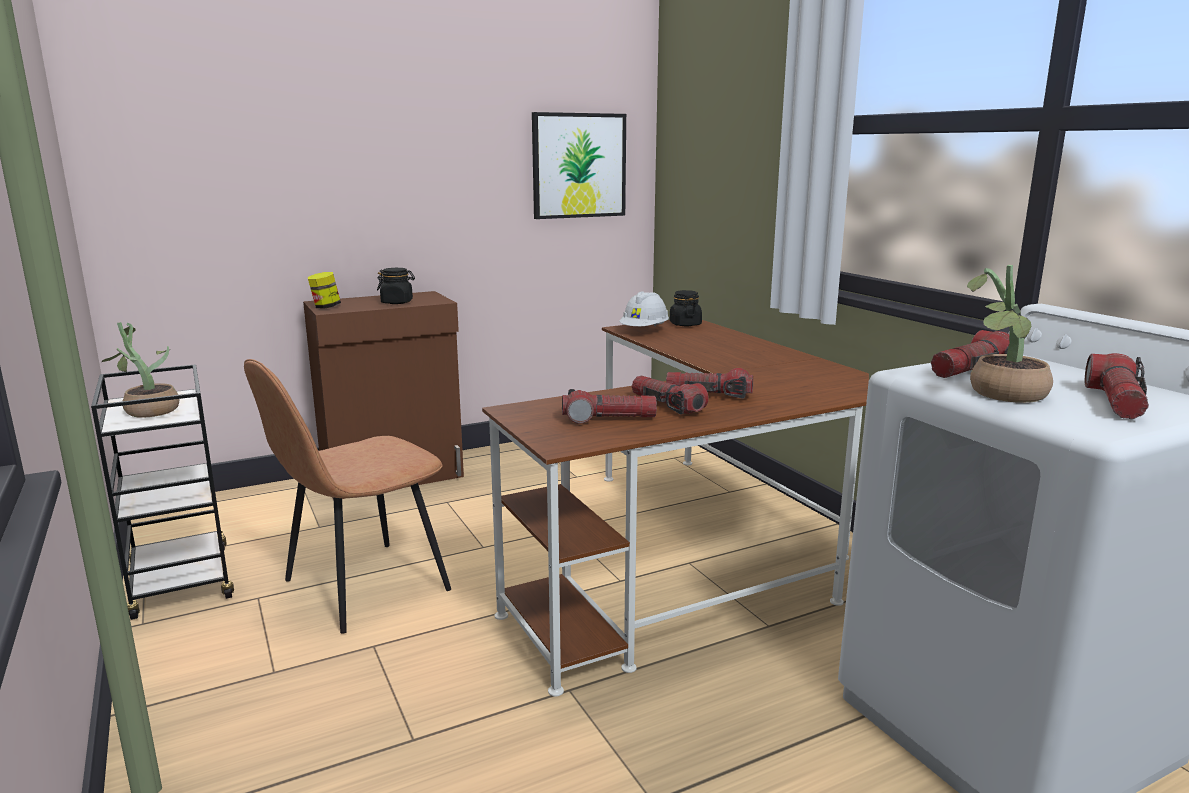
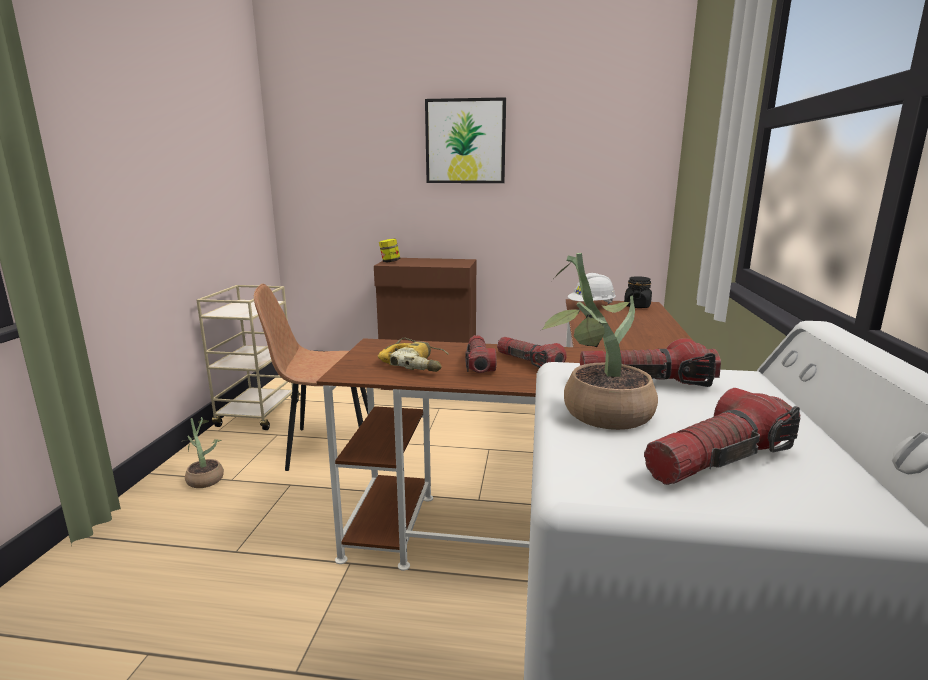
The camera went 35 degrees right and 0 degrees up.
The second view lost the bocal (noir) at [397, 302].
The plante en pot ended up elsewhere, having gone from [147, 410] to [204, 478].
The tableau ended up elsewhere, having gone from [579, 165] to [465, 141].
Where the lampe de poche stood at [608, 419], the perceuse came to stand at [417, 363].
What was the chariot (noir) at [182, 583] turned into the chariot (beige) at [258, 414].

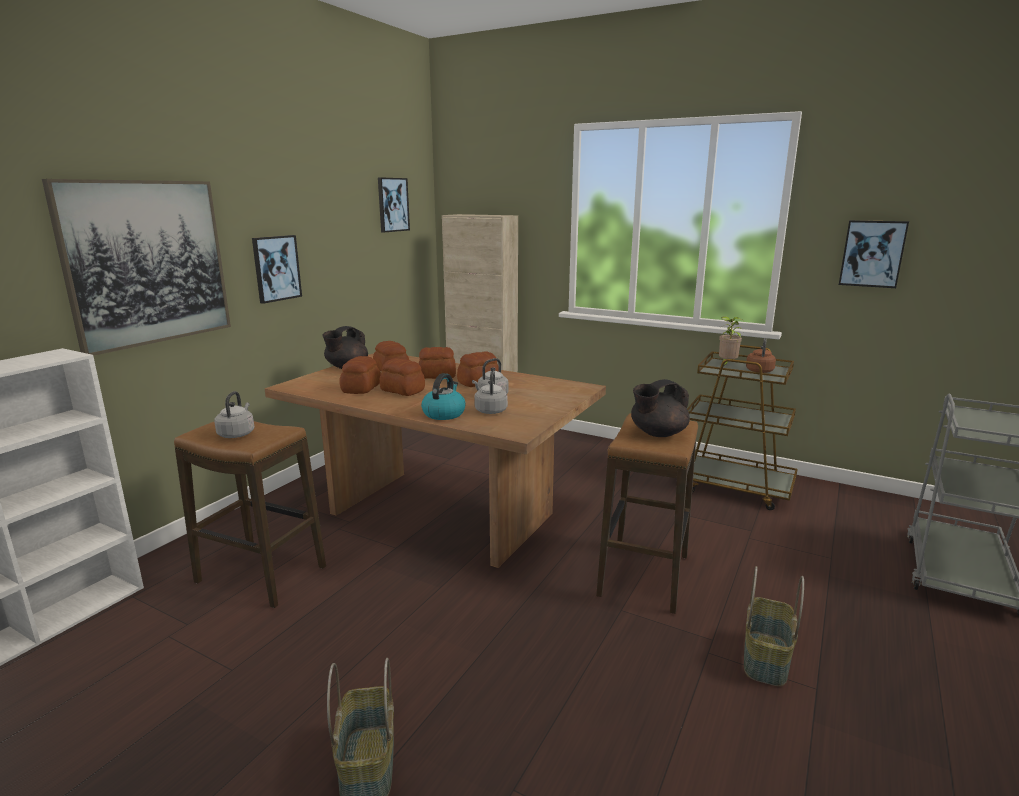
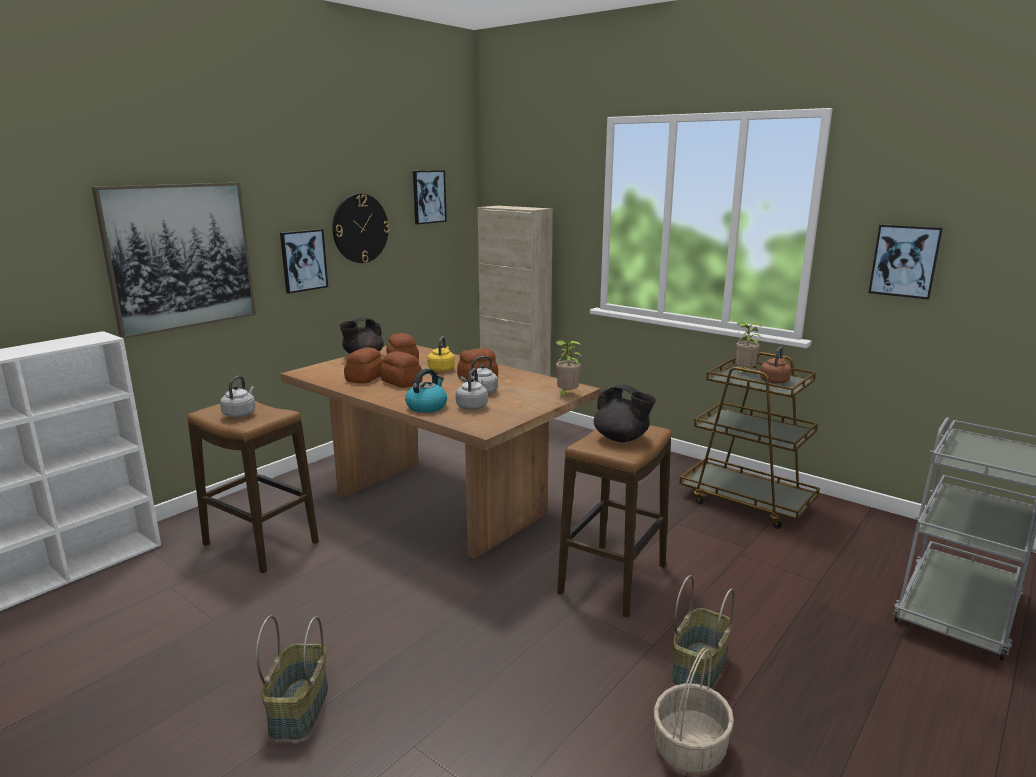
The camera went 10 degrees right and 0 degrees up.
The second view gained the horloge murale at [360, 228].
The second view gained the plante en pot at [566, 395].
The second view gained the panier at [689, 746].
Where the pain stood at [436, 375], the bouilloire (jaune) came to stand at [442, 369].
The théière (noir) at [657, 433] ended up facing another way, 120 degrees counterclockwise from before.

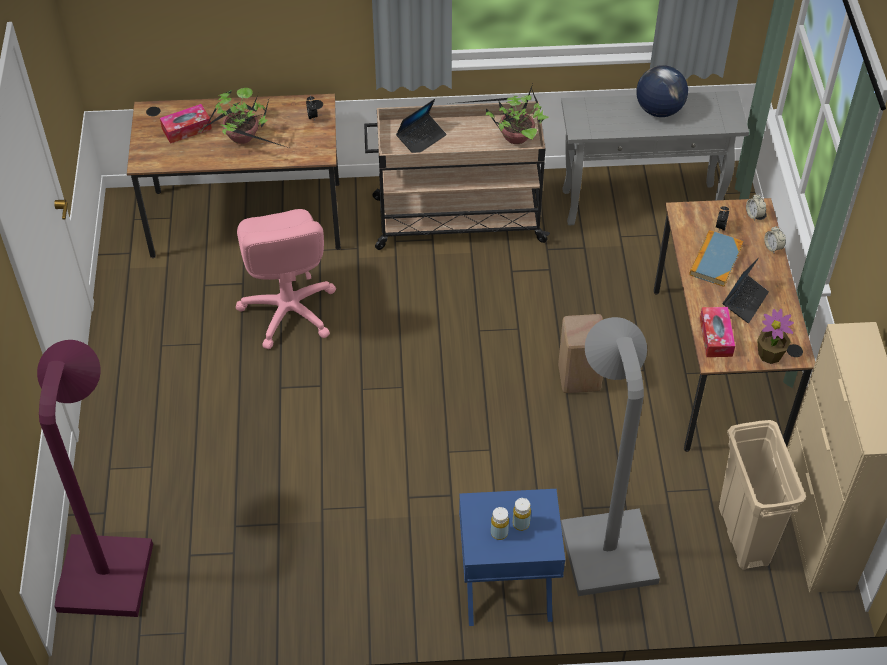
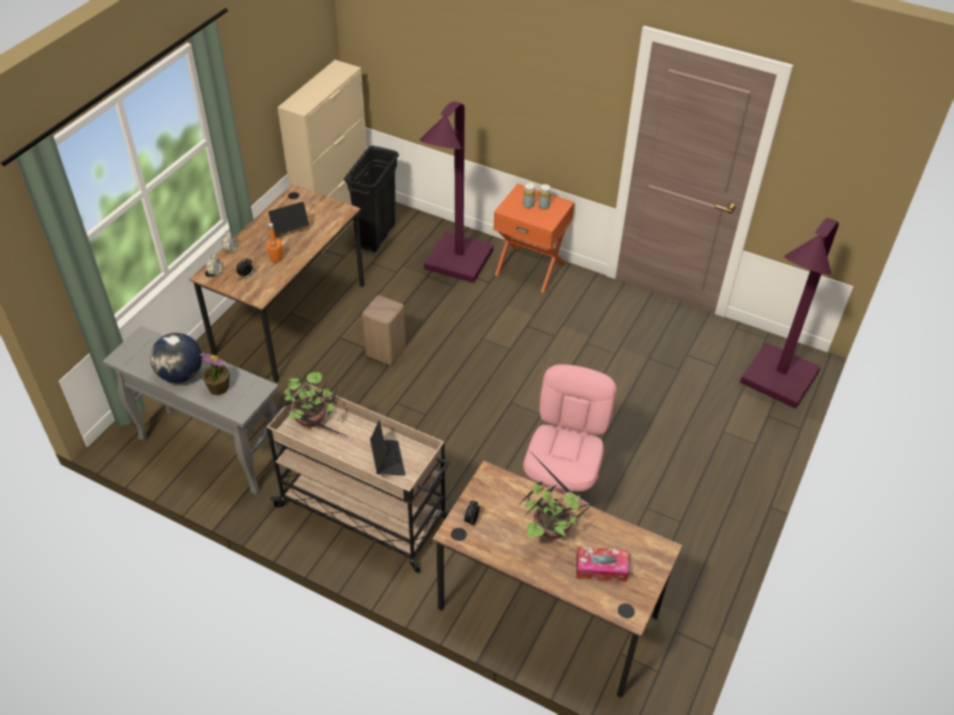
The camera went 150 degrees left and 5 degrees down.
The second view lost the boîte à mouchoirs at [716, 337].
The plante en pot ended up elsewhere, having gone from [770, 354] to [218, 388].
Where the livre stood at [715, 260], the bouteille (orange) came to stand at [276, 258].
What was the table de chevet (bleu) at [507, 590] turned into the table de chevet (orange) at [530, 268].
What was the lampadaire (gris) at [604, 540] turned into the lampadaire (violet) at [454, 266].
What was the poubelle (beige) at [744, 536] turned into the poubelle (noir) at [376, 236].
The ordinateur portable at [421, 138] ended up facing another way, 90 degrees clockwise from before.

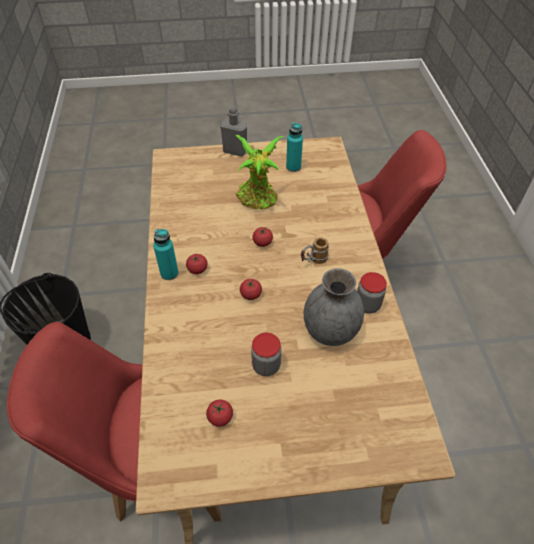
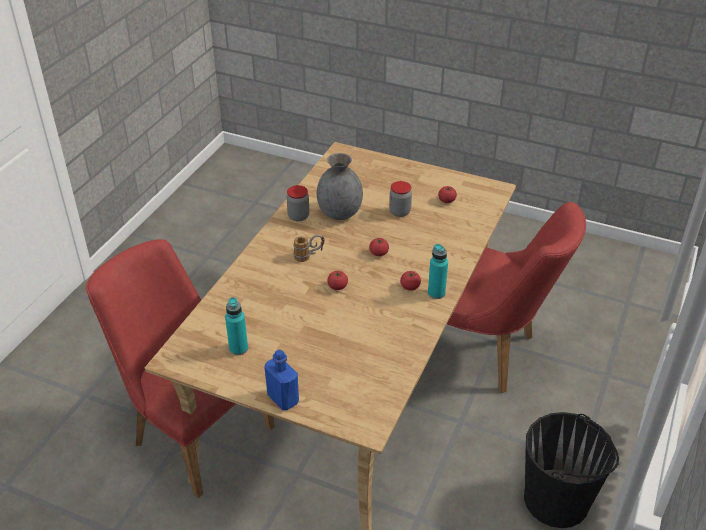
The camera went 150 degrees left and 10 degrees down.
The second view lost the plante en pot at [258, 199].
What was the bouteille (gris) at [235, 151] turned into the bouteille (bleu) at [283, 399].

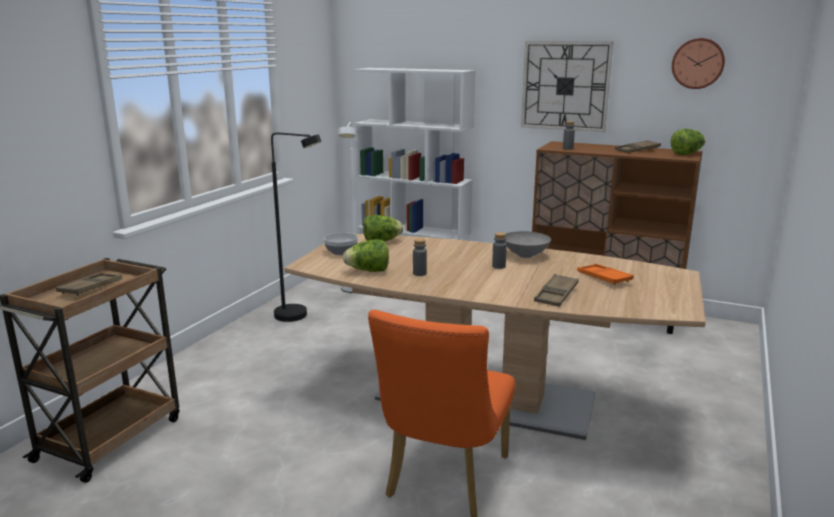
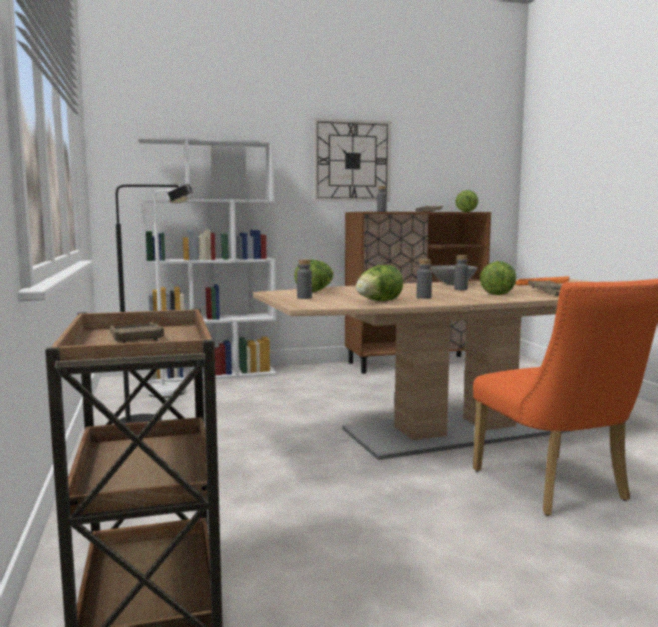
The camera went 40 degrees left and 10 degrees down.
The second view lost the horloge murale at [698, 63].
The second view gained the laitue at [498, 293].
Where the bol stood at [340, 252], the bouteille (gris) came to stand at [304, 298].

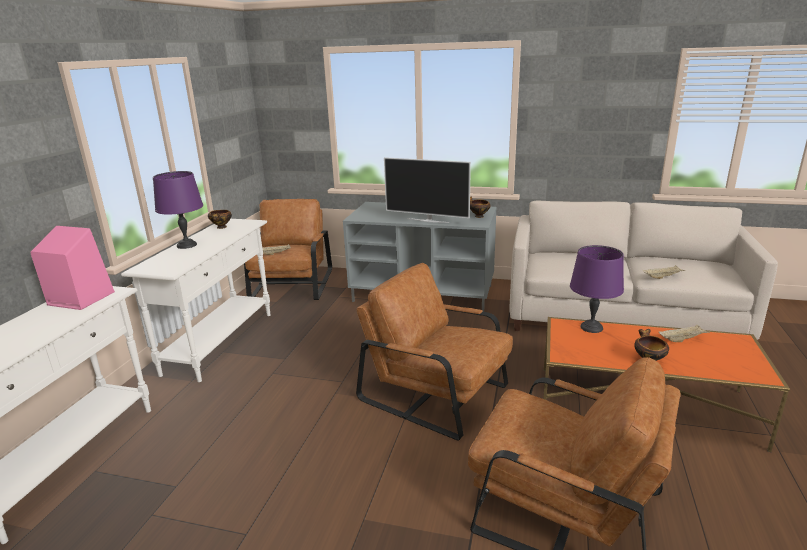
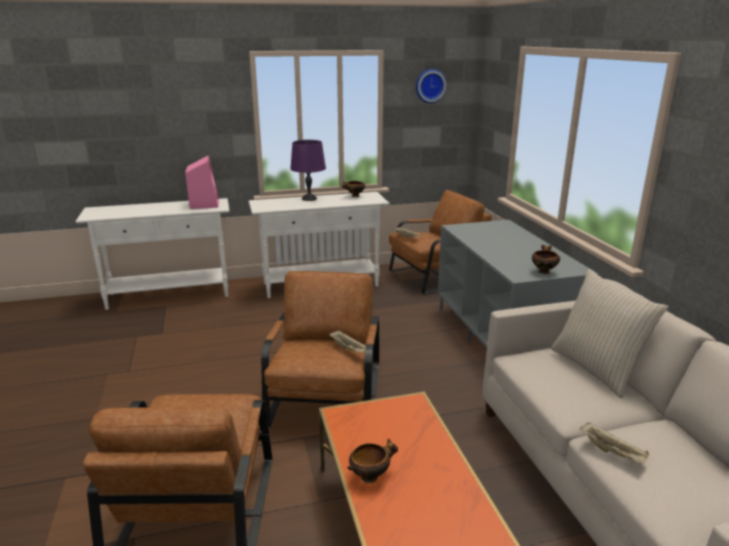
The camera went 60 degrees right and 0 degrees up.
The second view lost the téléviseur at [428, 220].
The second view lost the lampe de table (violet) at [592, 328].
The second view gained the horloge murale at [430, 86].
The second view gained the coussin (beige) at [596, 369].
The plateau (beige) ended up elsewhere, having gone from [682, 339] to [348, 349].

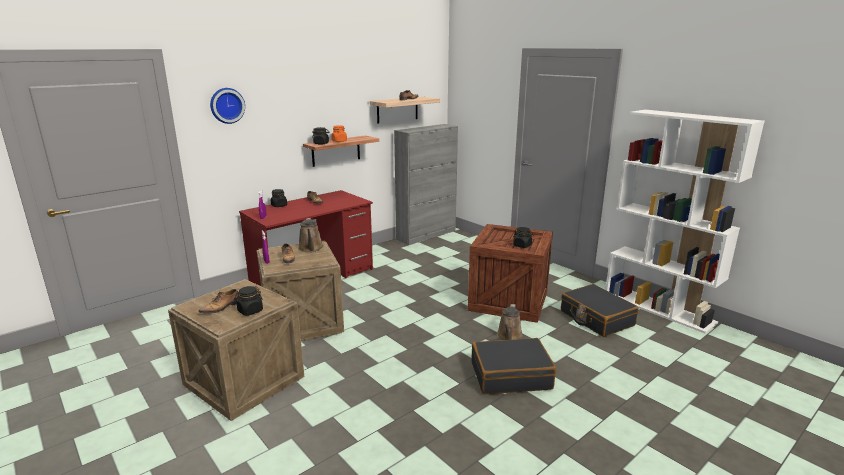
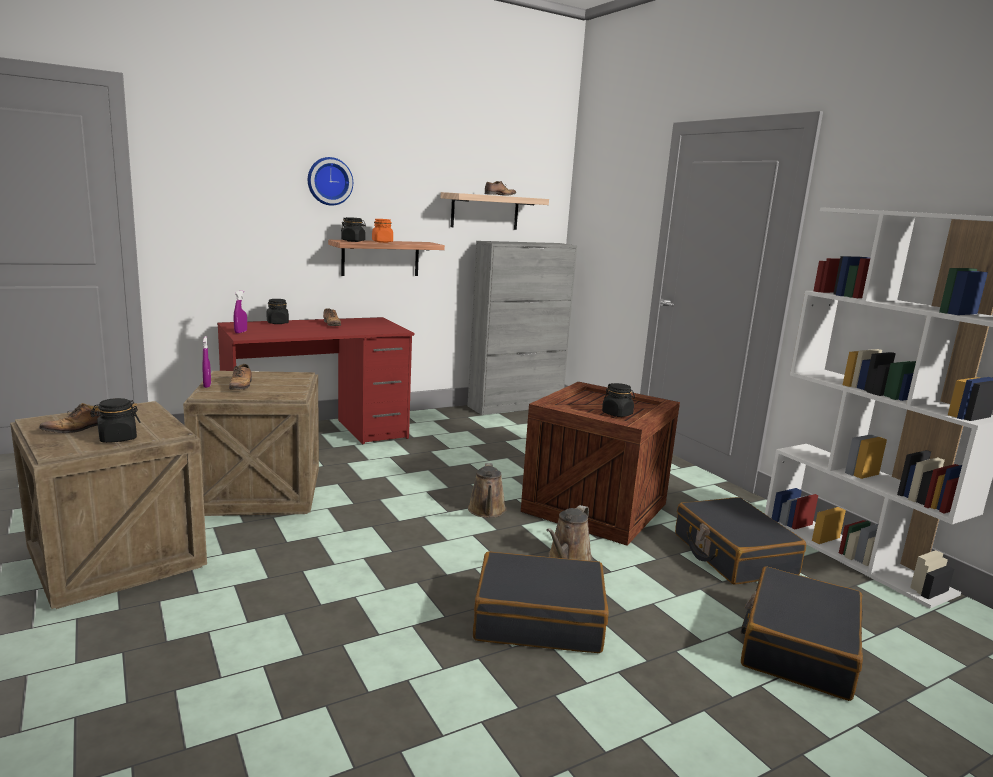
The camera went 10 degrees right and 5 degrees down.
The second view gained the valise (noir) at [798, 647].
The horloge murale ended up elsewhere, having gone from [226, 105] to [329, 181].
The arrosoir (marron) ended up elsewhere, having gone from [311, 248] to [487, 511].

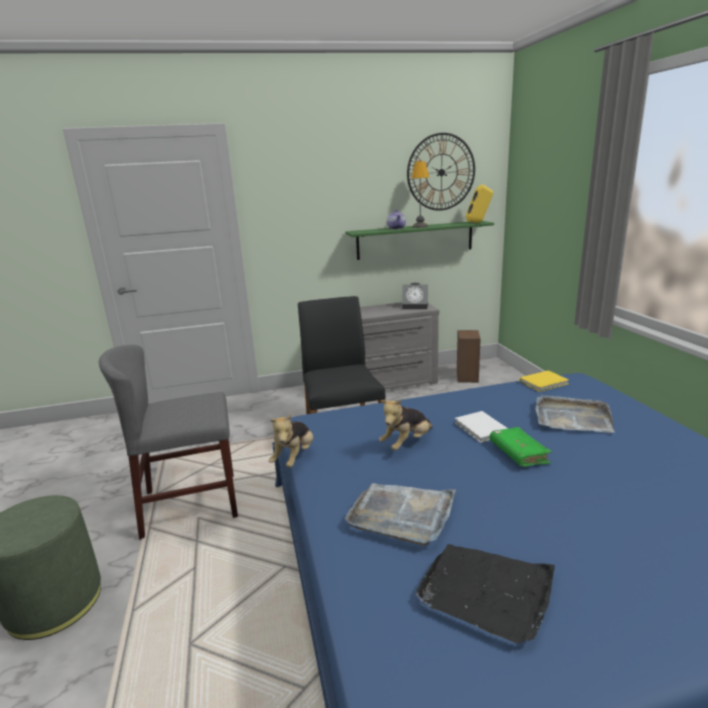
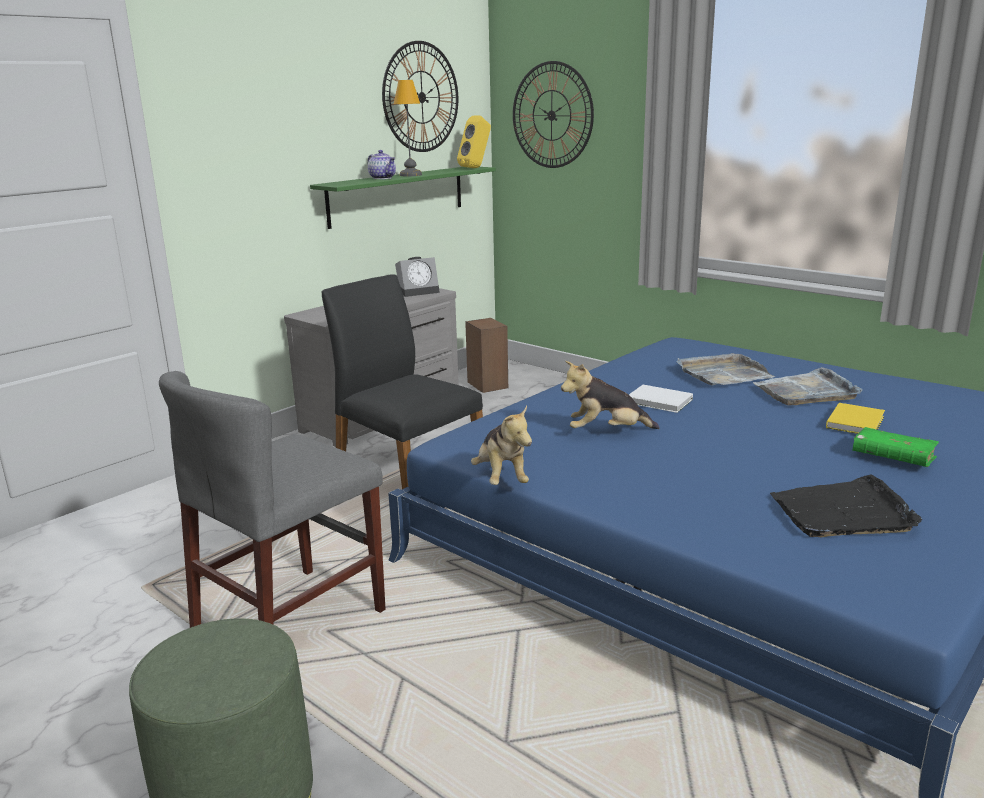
The camera went 35 degrees left and 0 degrees up.
The second view gained the horloge murale at [552, 115].
The plateau (gris) ended up elsewhere, having gone from [402, 514] to [806, 391].
The livre (vert) ended up elsewhere, having gone from [518, 453] to [892, 457].
The livre (jaune) ended up elsewhere, having gone from [545, 383] to [856, 422].
The peluche at [407, 443] ended up facing another way, 75 degrees clockwise from before.

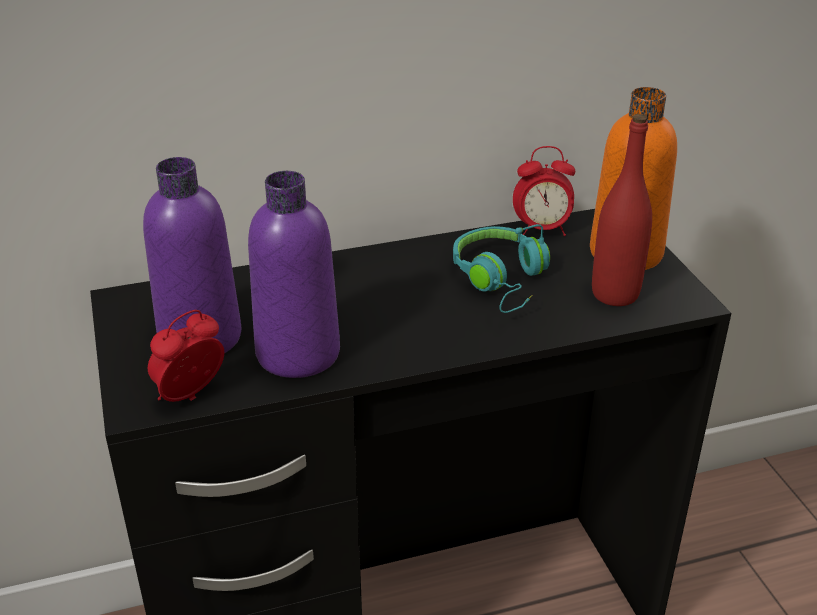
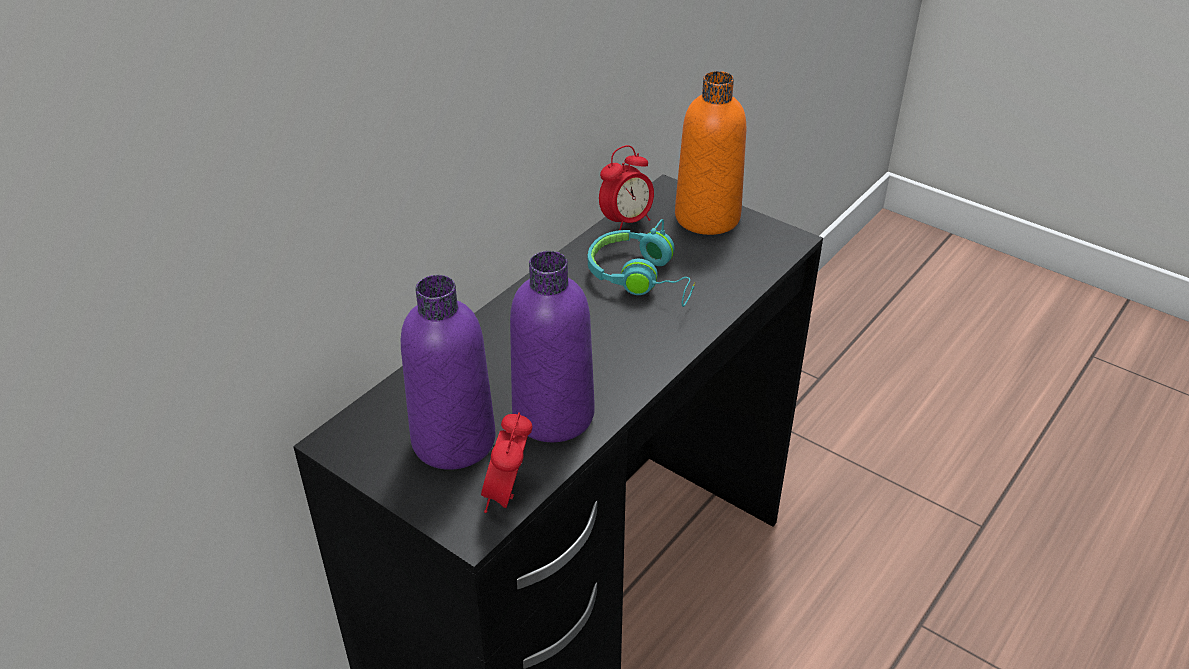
The camera went 35 degrees left and 5 degrees up.
The second view lost the bouteille (rouge) at [615, 294].

